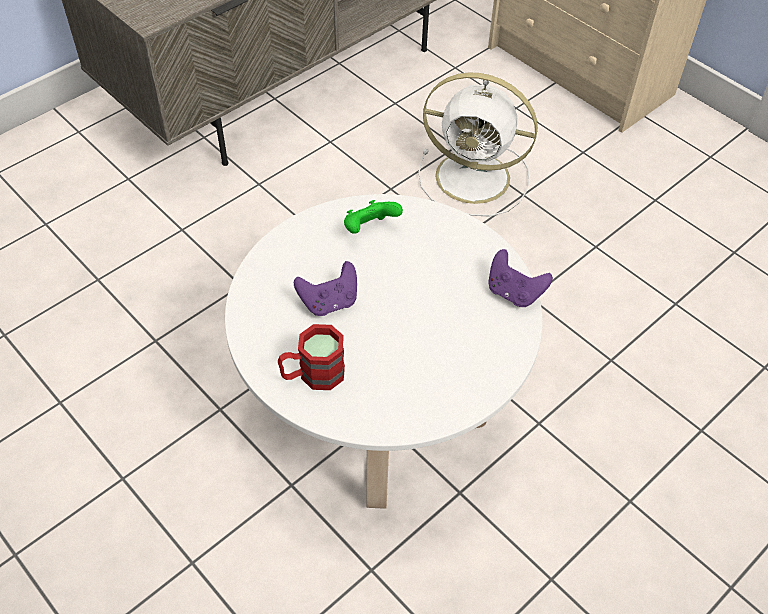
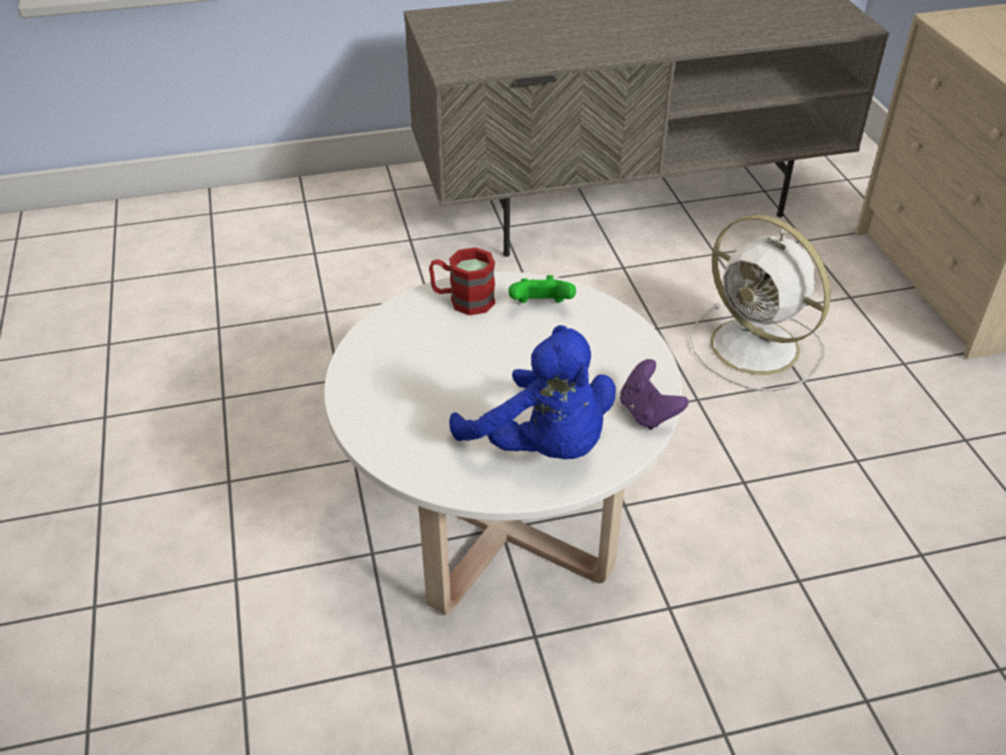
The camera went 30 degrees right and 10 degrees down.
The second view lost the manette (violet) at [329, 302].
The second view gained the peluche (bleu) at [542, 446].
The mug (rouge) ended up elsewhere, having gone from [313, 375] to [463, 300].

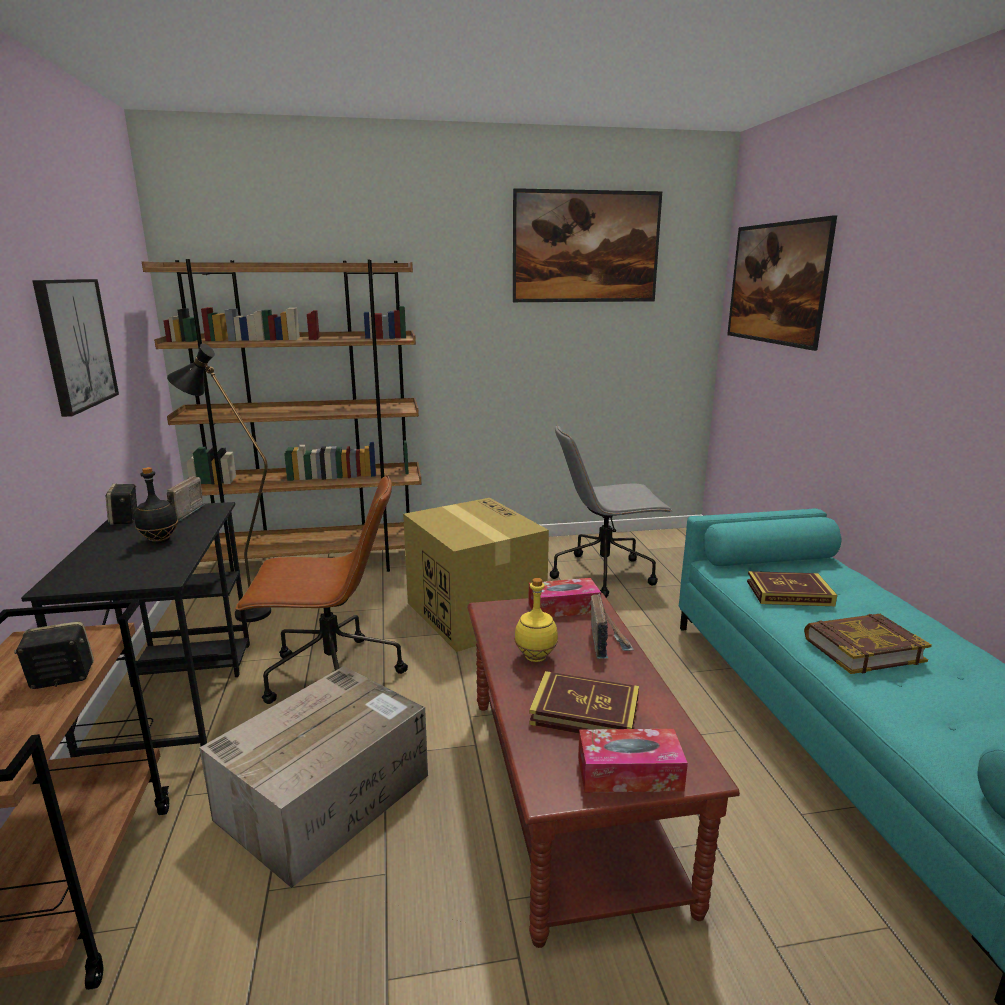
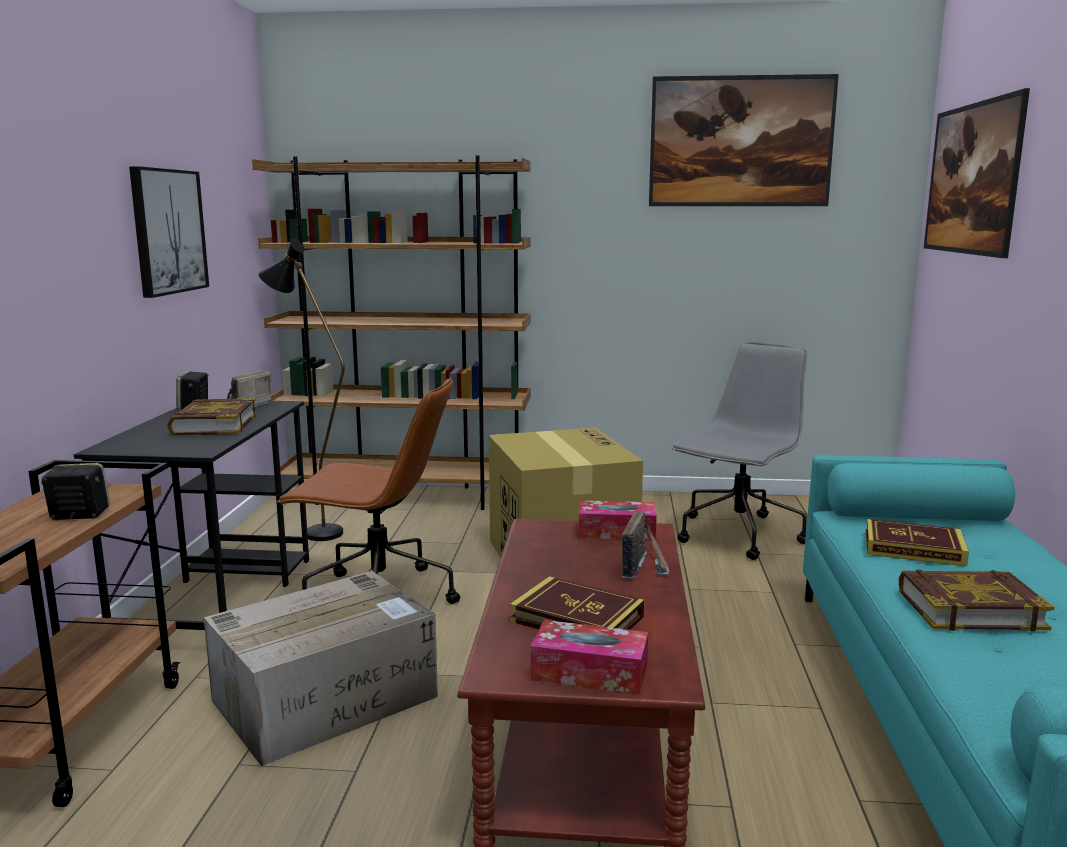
The camera went 15 degrees right and 5 degrees down.
The second view lost the bouteille (jaune) at [536, 657].
Where the bouteille (noir) stood at [159, 540], the livre came to stand at [214, 424].
The chaise de bureau (gris) at [605, 574] ended up facing another way, 120 degrees clockwise from before.

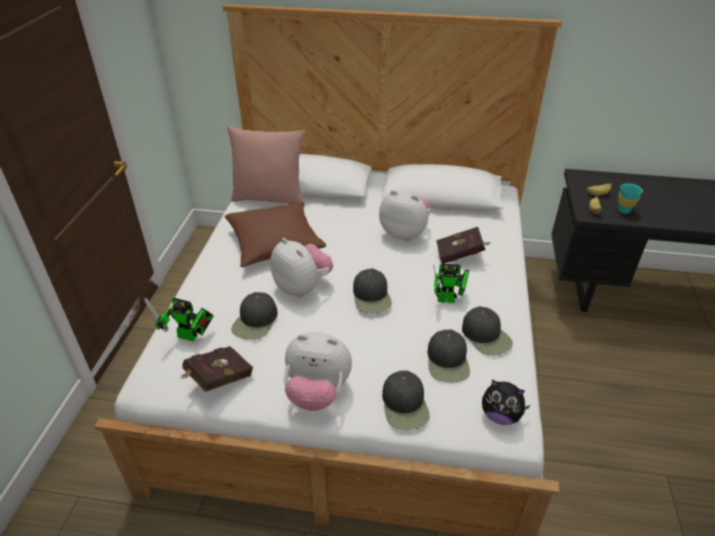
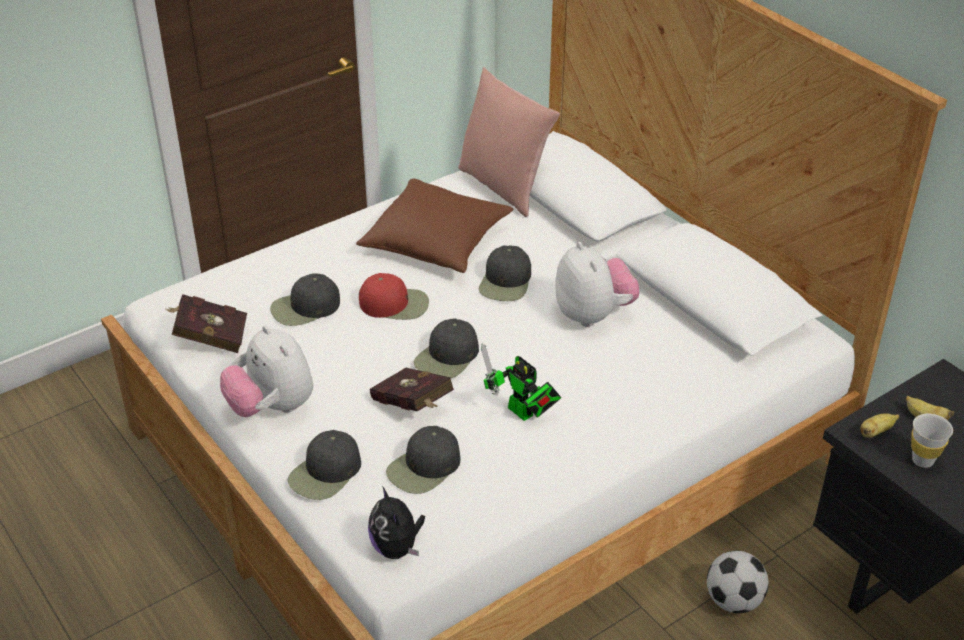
The camera went 45 degrees right and 0 degrees up.
The second view lost the robot jouet at [190, 337].
The second view gained the ballon de foot at [734, 601].
The livre (rouge) ended up elsewhere, having gone from [461, 256] to [413, 406].
The casquette (noir) ended up elsewhere, having gone from [486, 336] to [506, 282].
Where the peluche stood at [302, 287], the casquette (rouge) came to stand at [395, 304].
What was the tasse (turquoise) at [624, 210] turned into the tasse (blanc) at [922, 460].

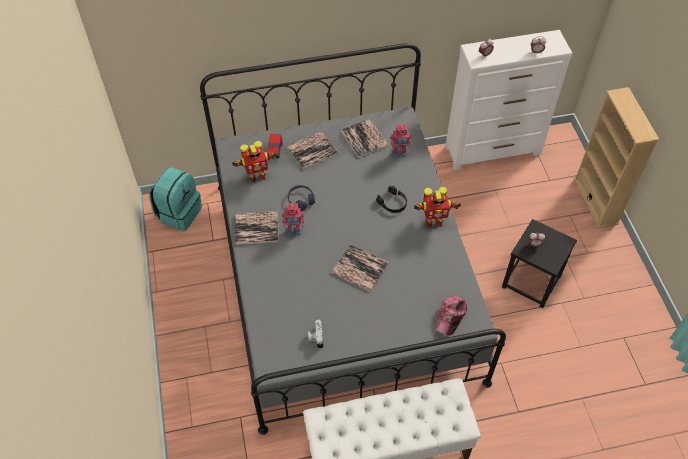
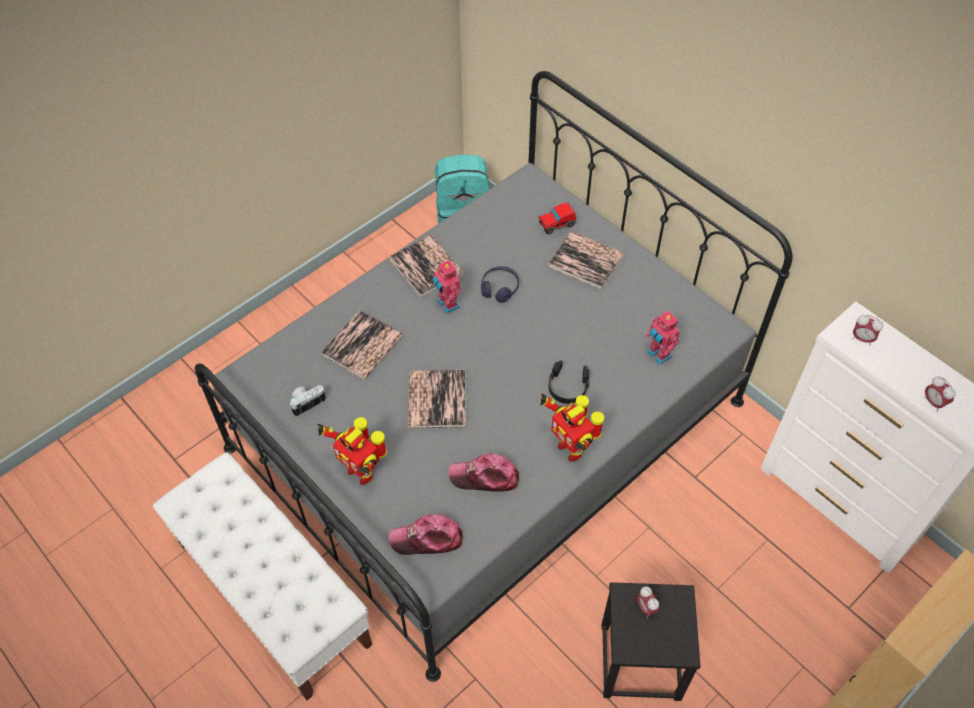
The camera went 60 degrees right and 0 degrees up.
The second view gained the casquette at [484, 477].
The robot jouet ended up elsewhere, having gone from [256, 176] to [361, 471].
The livre ended up elsewhere, having gone from [364, 139] to [362, 345].

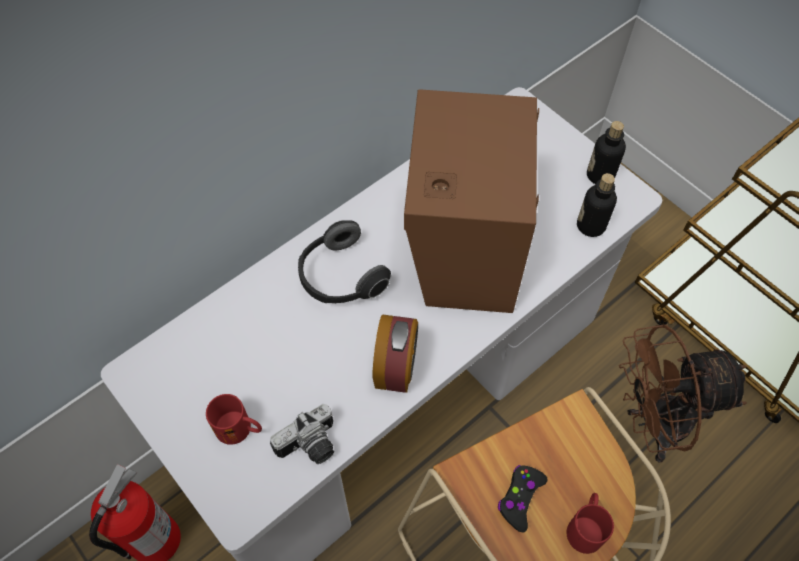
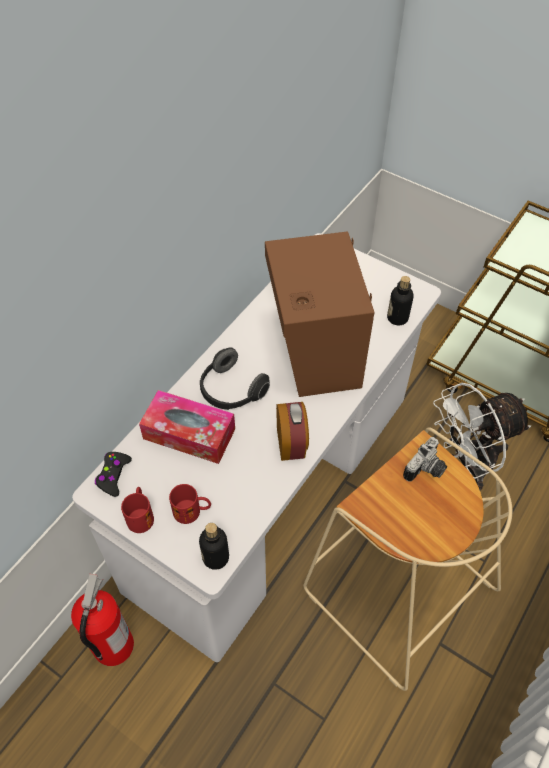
The camera went 15 degrees left and 5 degrees down.
The second view gained the boîte à mouchoirs at [189, 434].
The appareil photo ended up elsewhere, having gone from [311, 447] to [426, 470].
The manette (noir) ended up elsewhere, having gone from [520, 498] to [113, 475].
The mug (rouge) ended up elsewhere, having gone from [585, 526] to [140, 515].
The bouteille ended up elsewhere, having gone from [600, 175] to [215, 557].
What was the ventilateur (marron) at [653, 423] turned into the ventilateur (blanc) at [467, 463].

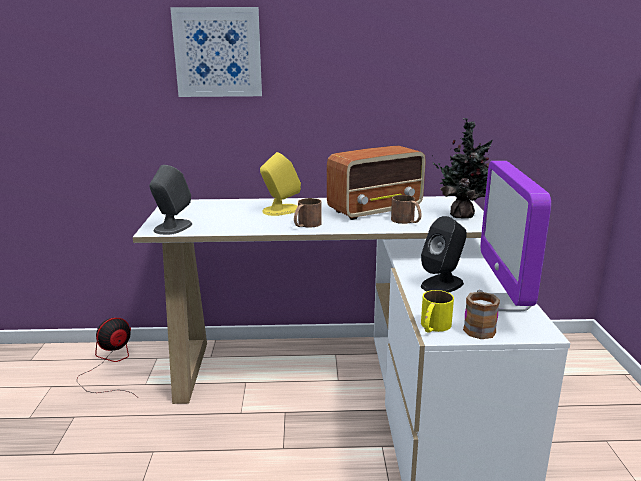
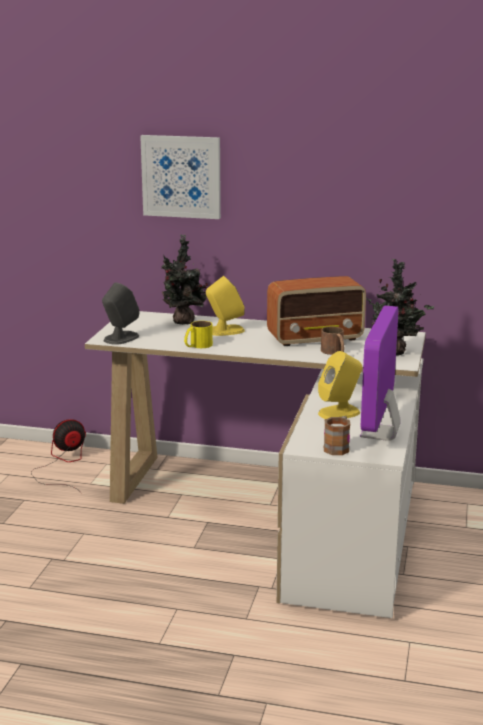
The camera went 15 degrees right and 0 degrees up.
The second view lost the mug (marron) at [306, 225].
The second view gained the plante en pot at [183, 322].
The mug (jaune) ended up elsewhere, having gone from [433, 327] to [197, 346].
What was the enceinte (noir) at [442, 284] turned into the enceinte (jaune) at [339, 412].

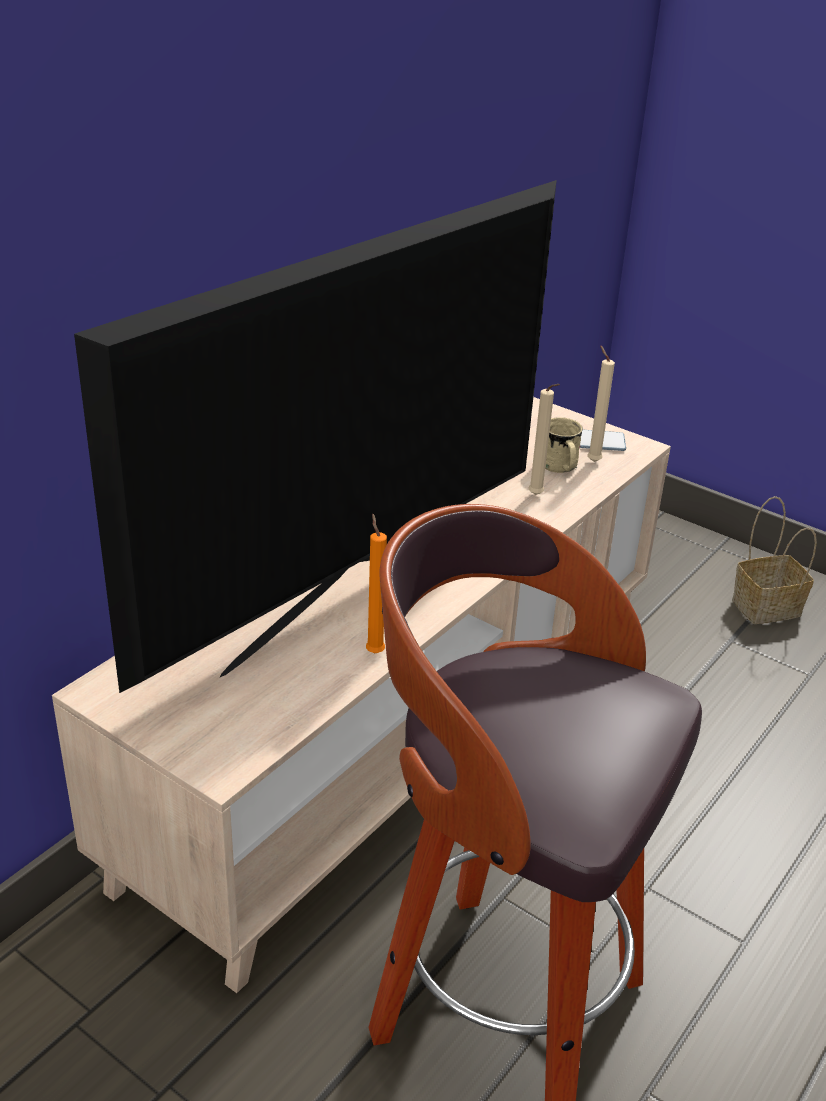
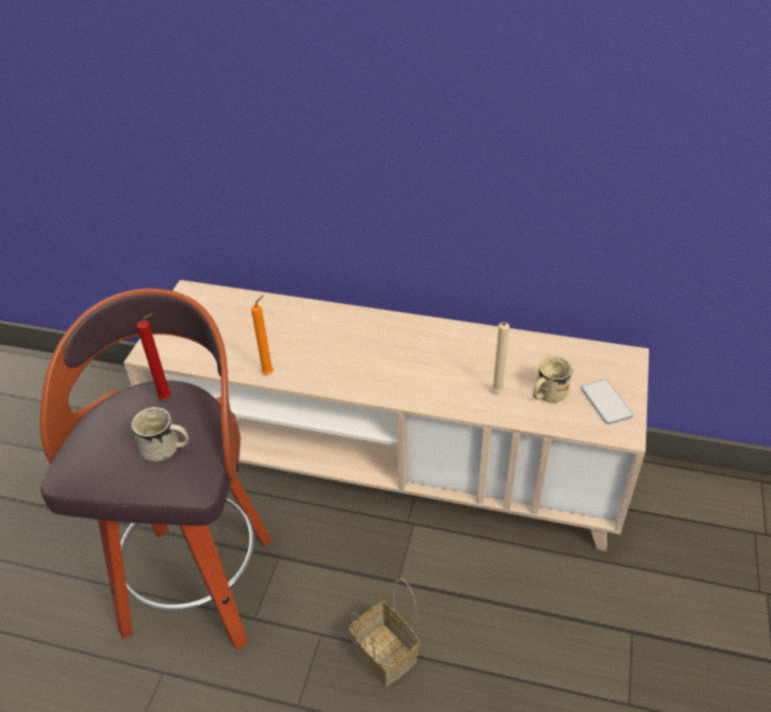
The camera went 70 degrees right and 10 degrees up.
The second view lost the téléviseur at [347, 599].
The second view lost the bougie (beige) at [592, 460].
The second view gained the mug (blanc) at [166, 450].
The second view gained the bougie (rouge) at [168, 398].
The panier ended up elsewhere, having gone from [767, 606] to [387, 655].

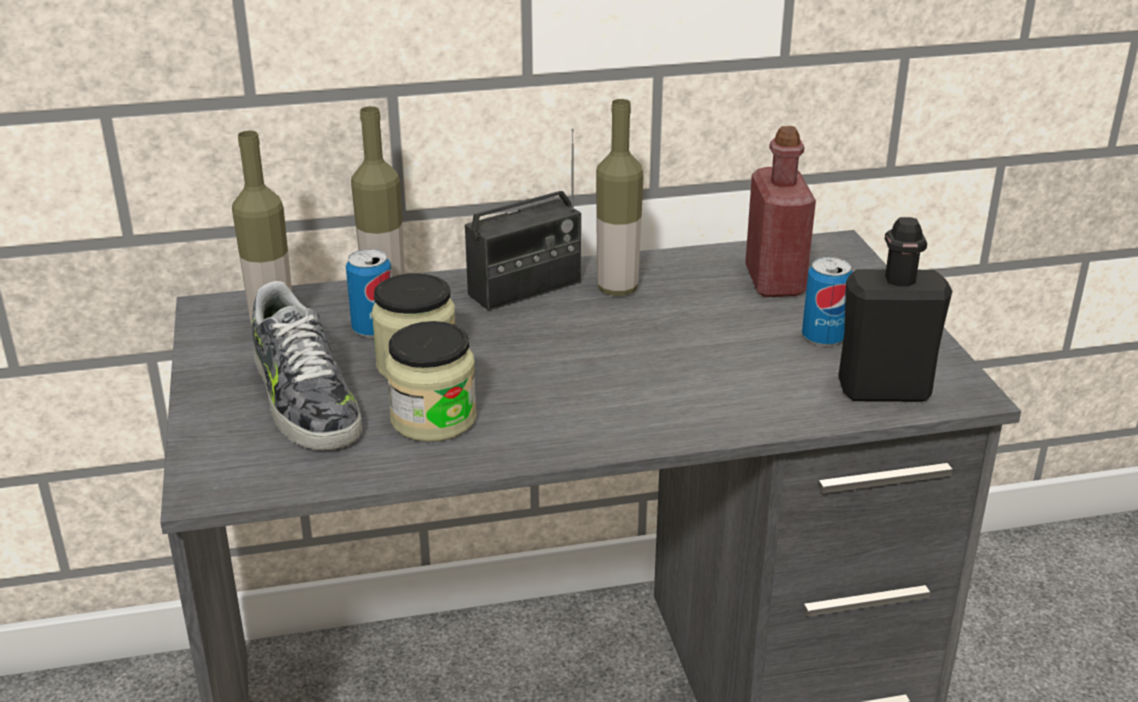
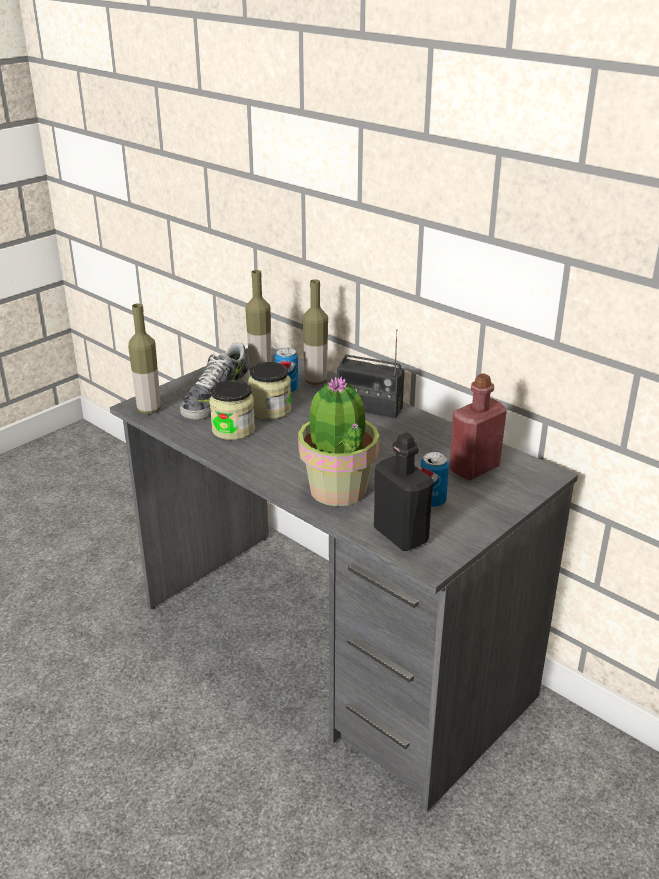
The camera went 55 degrees right and 0 degrees up.
The second view gained the plante en pot at [337, 491].
The bouteille ended up elsewhere, having gone from [617, 288] to [149, 410].

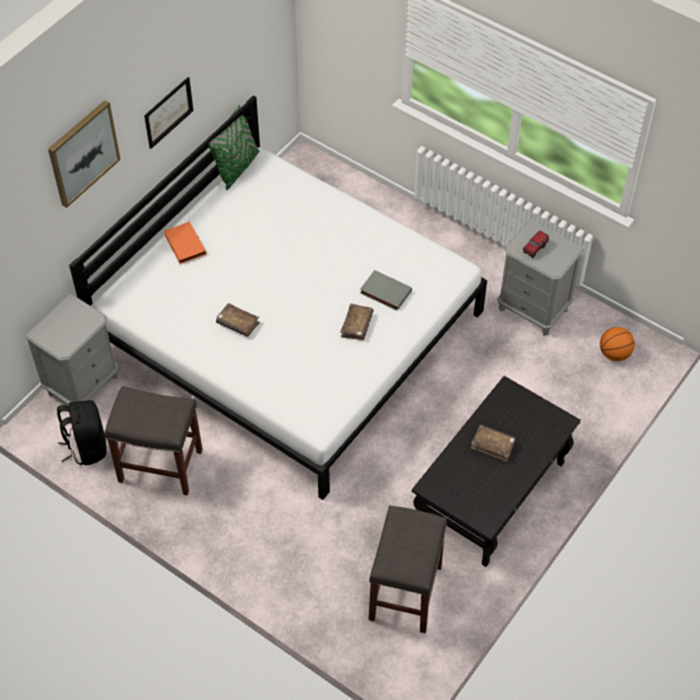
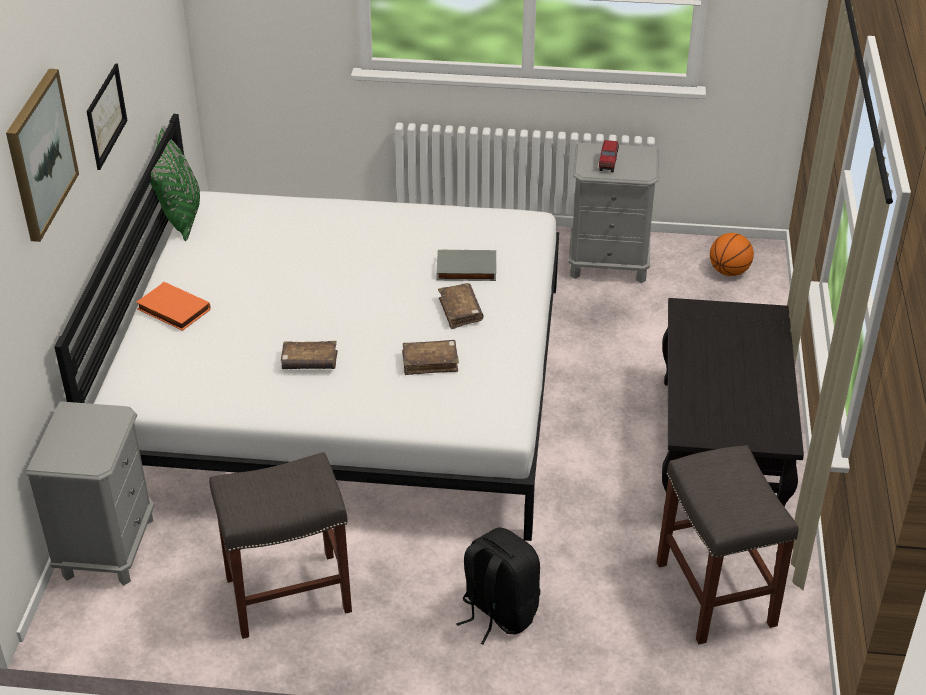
The camera went 30 degrees left and 15 degrees down.
The sac à dos (noir) ended up elsewhere, having gone from [86, 447] to [497, 613].
The livre (marron) ended up elsewhere, having gone from [493, 445] to [430, 362].

